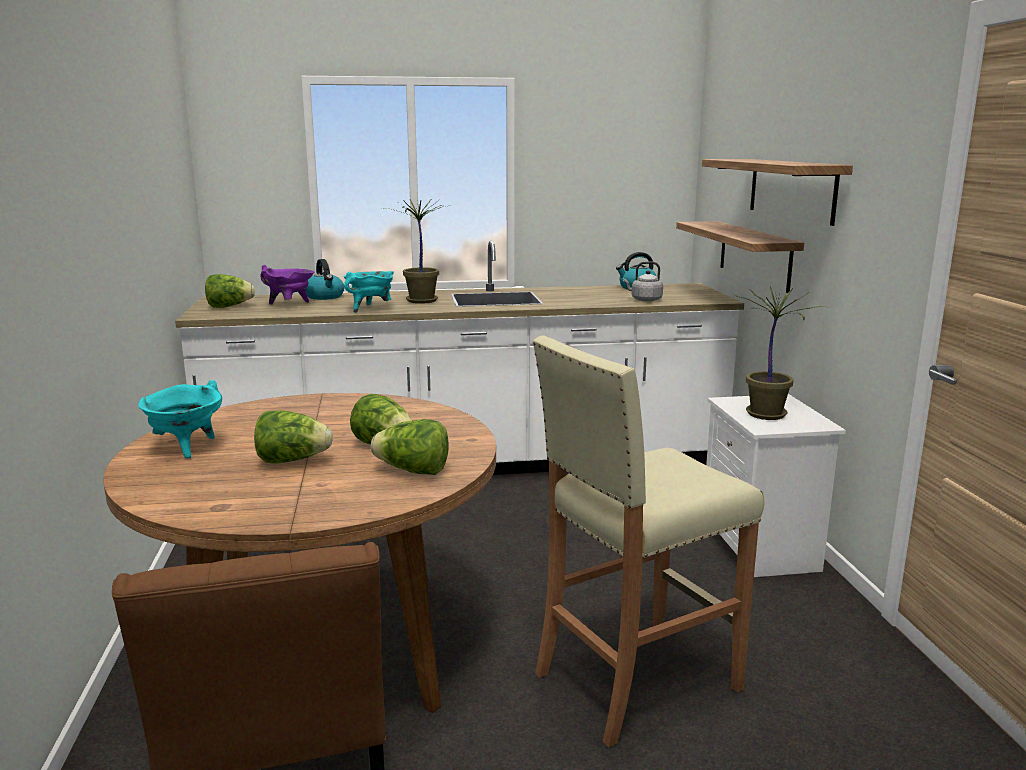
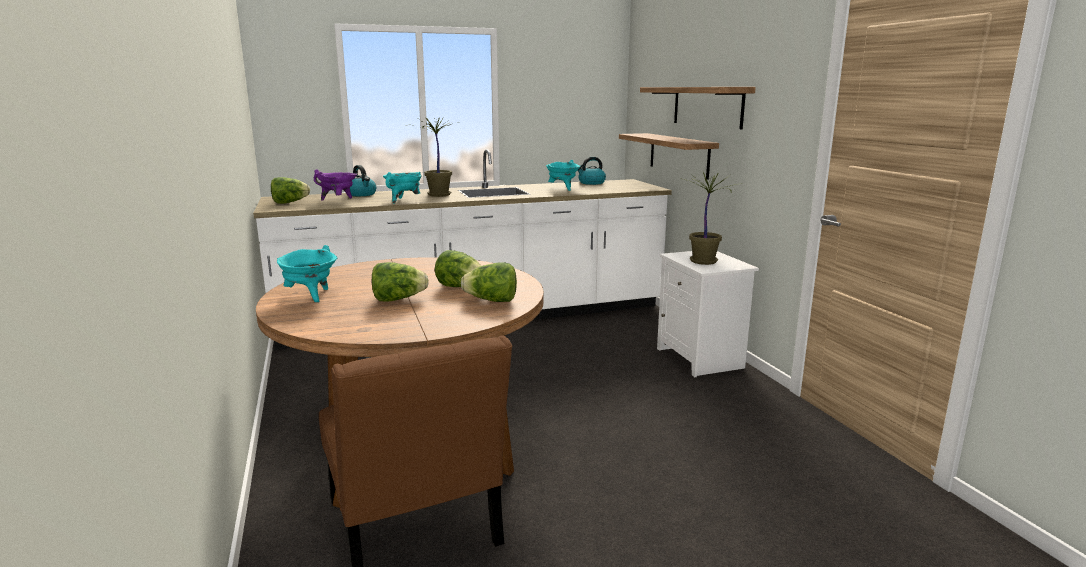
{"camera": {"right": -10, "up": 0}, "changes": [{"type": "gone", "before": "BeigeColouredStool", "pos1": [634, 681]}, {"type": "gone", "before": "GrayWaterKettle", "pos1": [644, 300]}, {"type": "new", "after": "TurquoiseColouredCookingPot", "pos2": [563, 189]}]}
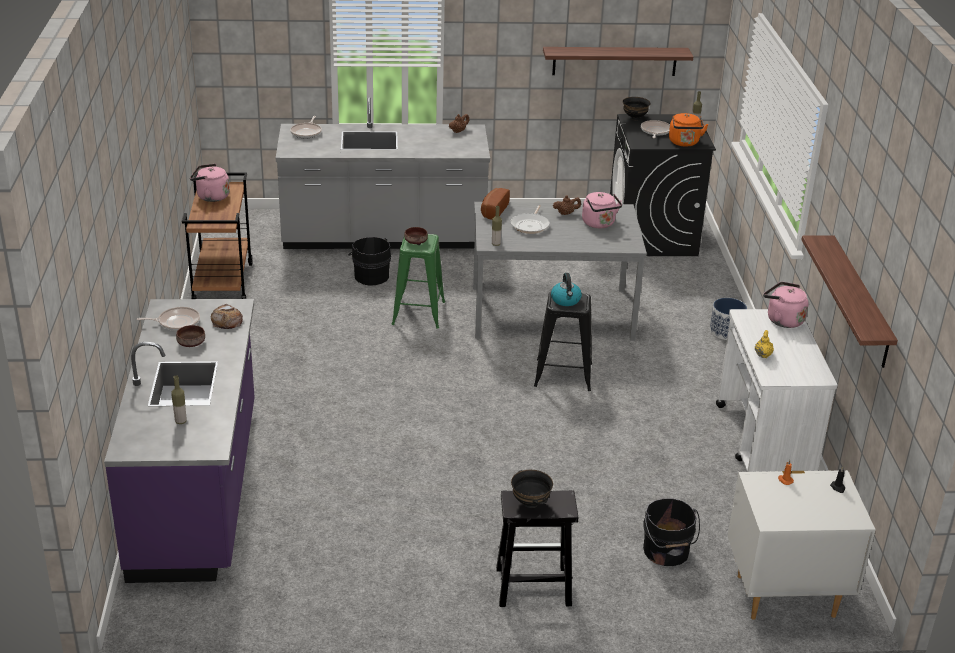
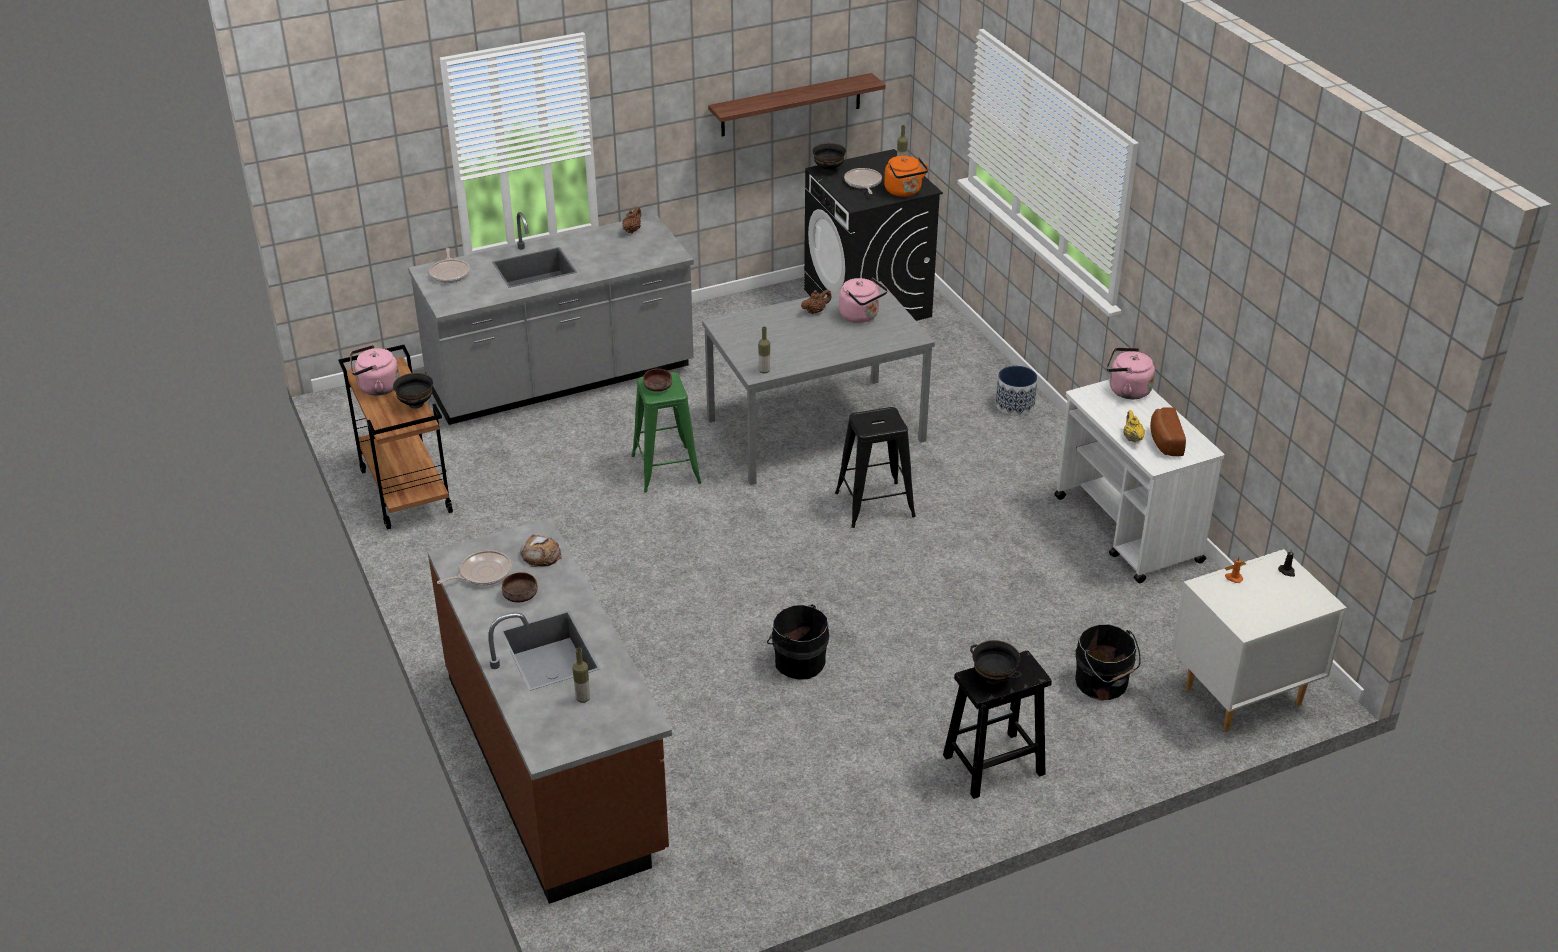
{"camera": {"right": -20, "up": 5}, "changes": [{"type": "gone", "before": "Pan", "pos1": [530, 225]}, {"type": "gone", "before": "WaterKettle", "pos1": [566, 300]}, {"type": "gone", "before": "WallShelf", "pos1": [860, 302]}, {"type": "new", "after": "BlackDeepDish", "pos2": [415, 404]}, {"type": "shifted", "before": "BlackWaterBucket", "pos1": [370, 276], "pos2": [798, 661]}, {"type": "shifted", "before": "BakeryBread", "pos1": [493, 211], "pos2": [1164, 441]}, {"type": "repainted", "before": "PurplishCounter", "after": "BrownCounter", "pos1": [198, 489], "pos2": [556, 764]}]}
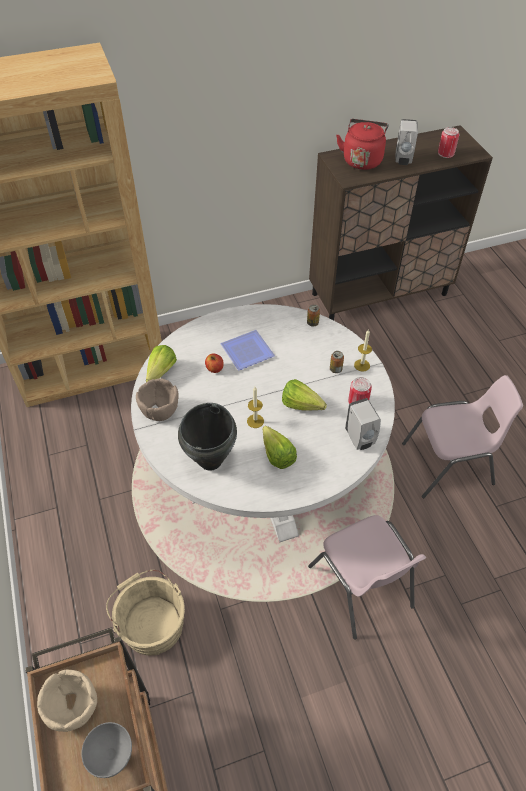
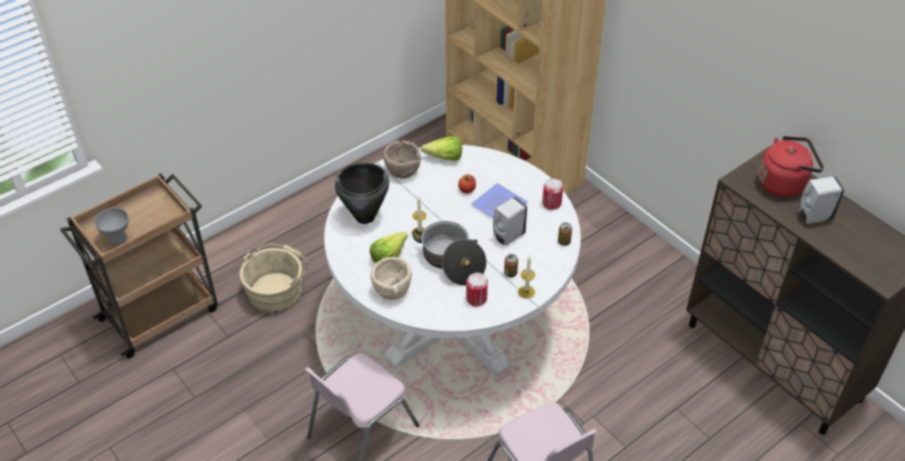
{"camera": {"right": 70, "up": -5}, "changes": [{"type": "shifted", "before": "BeigeColouredDeepDish", "pos1": [73, 707], "pos2": [392, 289]}, {"type": "shifted", "before": "WhitishSoapDispenser", "pos1": [360, 439], "pos2": [508, 237]}, {"type": "shifted", "before": "MetalCan", "pos1": [446, 153], "pos2": [551, 203]}, {"type": "swapped", "before": "Lettuce", "after": "CookingPot", "pos1": [304, 407], "pos2": [451, 261]}]}
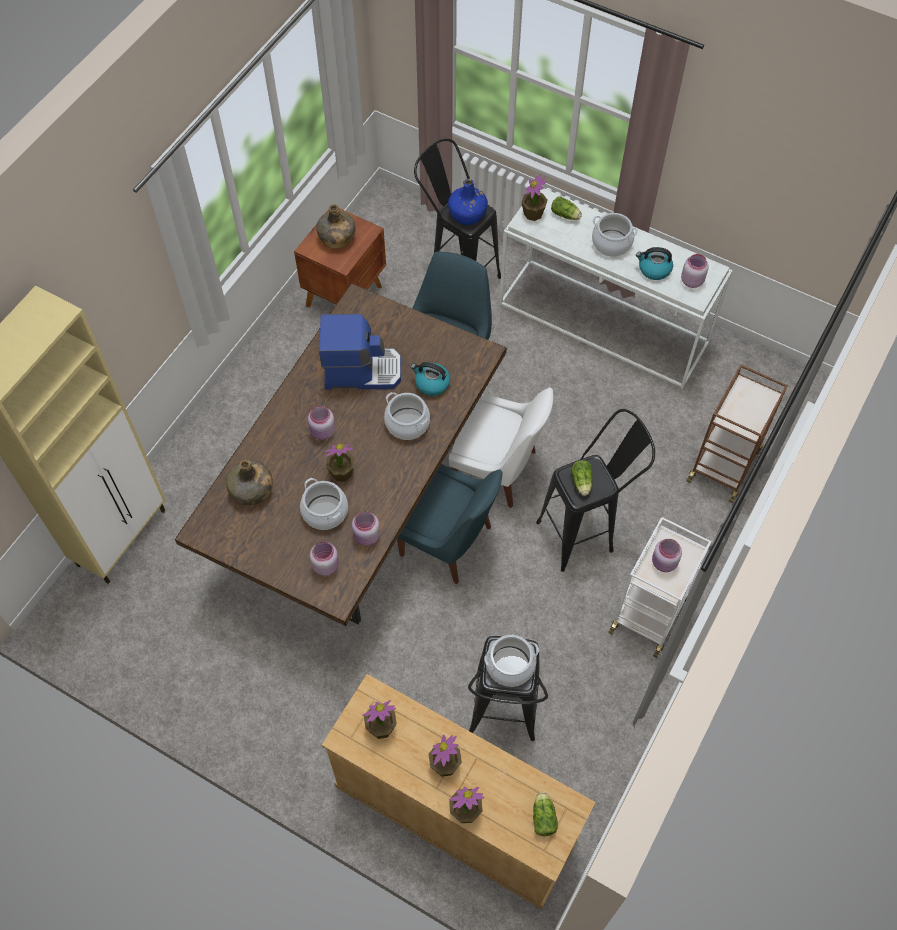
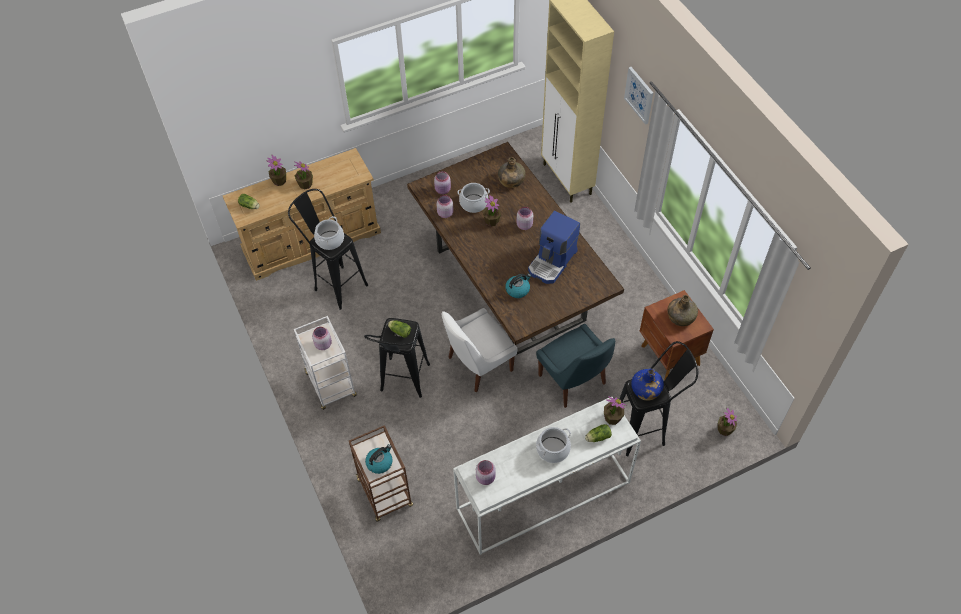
{"camera": {"right": 125, "up": -5}, "changes": [{"type": "gone", "before": "CookingPot", "pos1": [407, 423]}, {"type": "gone", "before": "BlueChair", "pos1": [449, 543]}, {"type": "new", "after": "WallArt", "pos2": [639, 95]}, {"type": "shifted", "before": "PlantInAPot", "pos1": [381, 727], "pos2": [724, 429]}, {"type": "shifted", "before": "WaterKettle", "pos1": [654, 269], "pos2": [379, 462]}]}
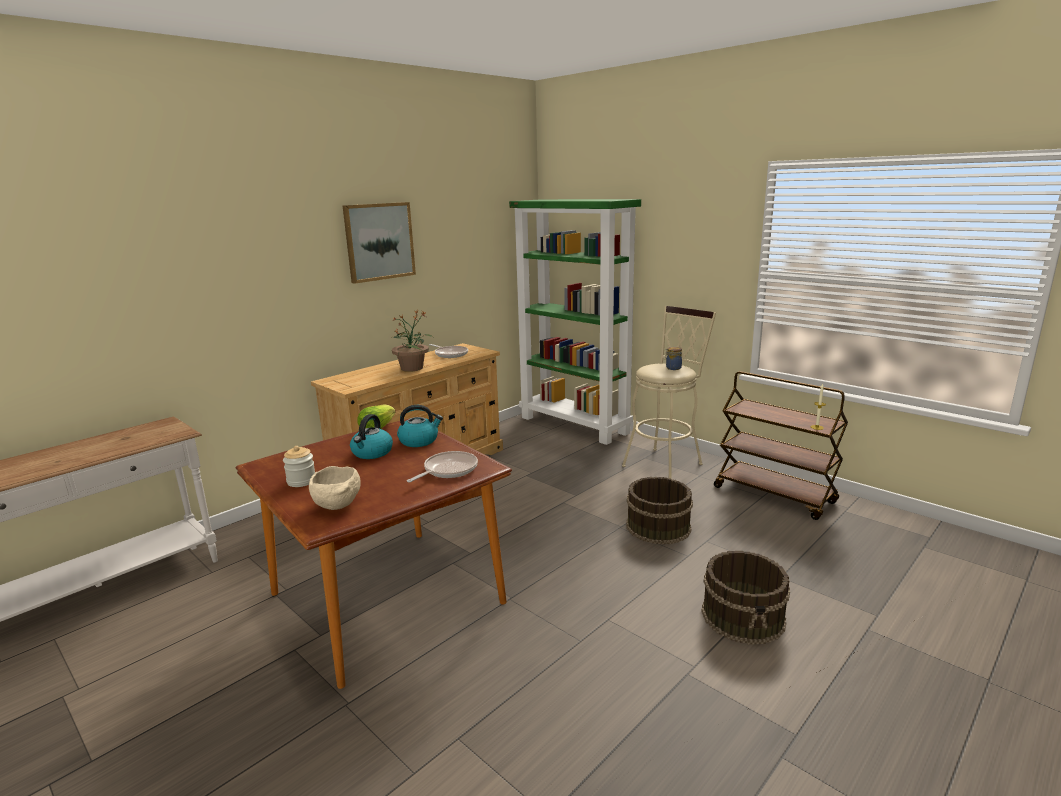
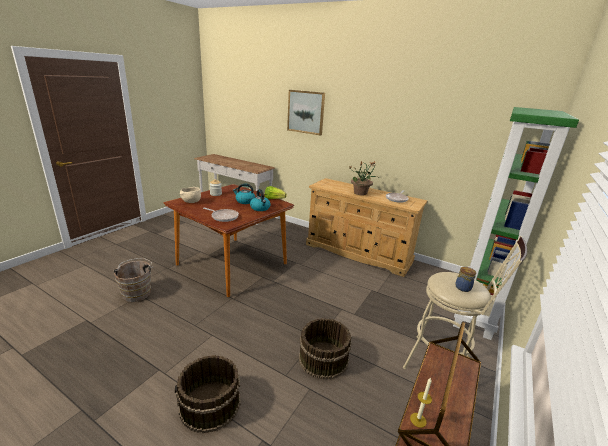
{"camera": {"right": 75, "up": 5}, "changes": [{"type": "new", "after": "BrownWaterBucket", "pos2": [137, 293]}, {"type": "shifted", "before": "WallArt", "pos1": [379, 241], "pos2": [306, 112]}]}
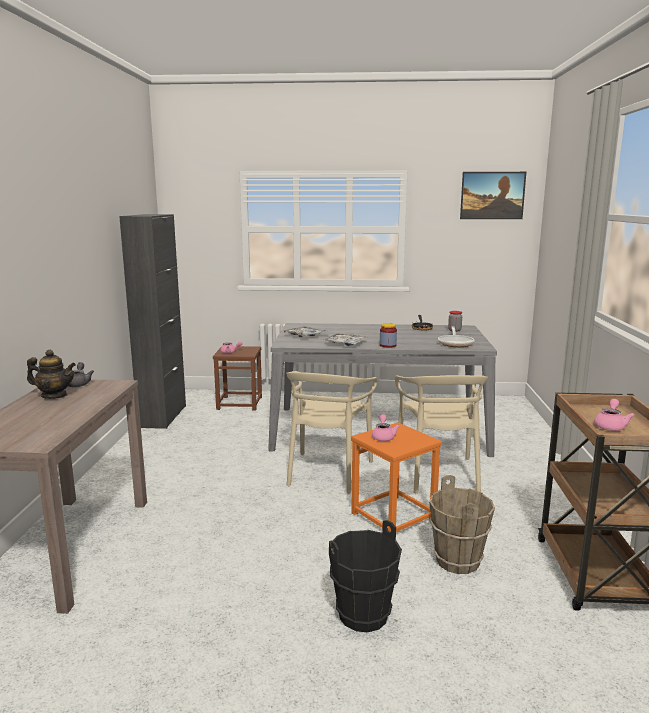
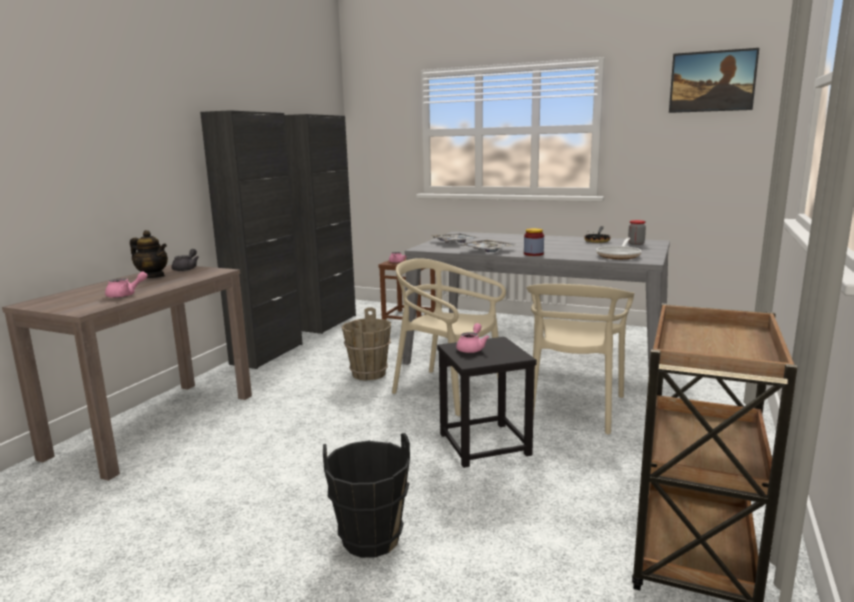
{"camera": {"right": 20, "up": 0}, "changes": [{"type": "new", "after": "BlackCupboard", "pos2": [267, 354]}, {"type": "shifted", "before": "BrownWaterBucket", "pos1": [458, 561], "pos2": [369, 374]}, {"type": "shifted", "before": "PinkishTeaPot", "pos1": [610, 426], "pos2": [126, 295]}, {"type": "repainted", "before": "OrangeStool", "after": "BlackStool", "pos1": [393, 516], "pos2": [484, 445]}, {"type": "rotated", "before": "BeigeColouredChair", "pos1": [328, 472], "pos2": [447, 391], "turn": 90}]}
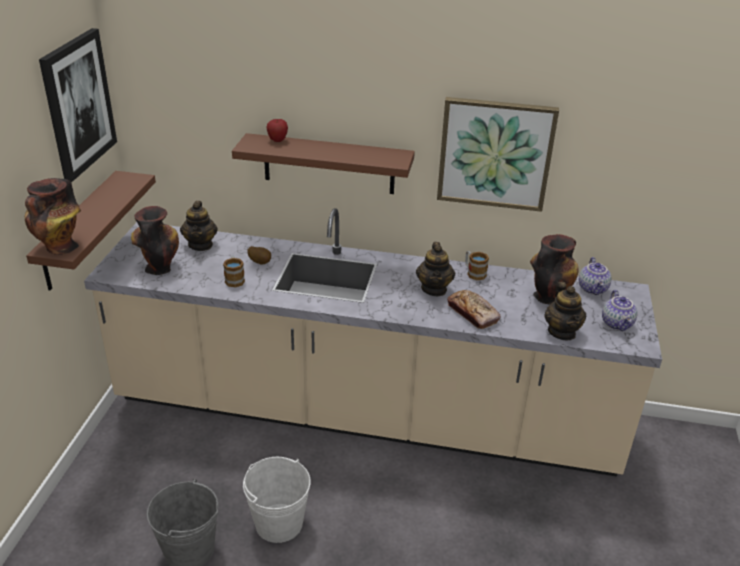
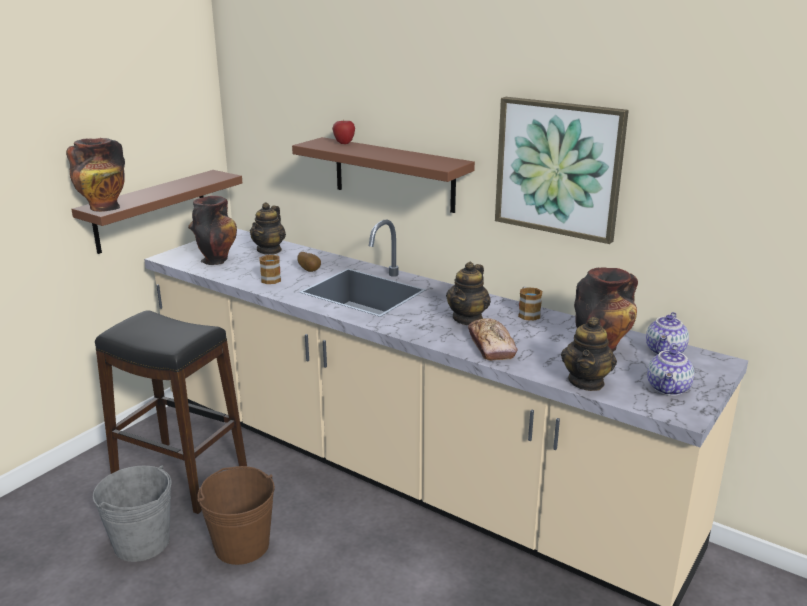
{"camera": {"right": 25, "up": -10}, "changes": [{"type": "gone", "before": "WallArt", "pos1": [78, 104]}, {"type": "new", "after": "BlackStool", "pos2": [181, 476]}, {"type": "repainted", "before": "WhitishWaterBucket", "after": "BrownWaterBucket", "pos1": [279, 523], "pos2": [242, 545]}]}
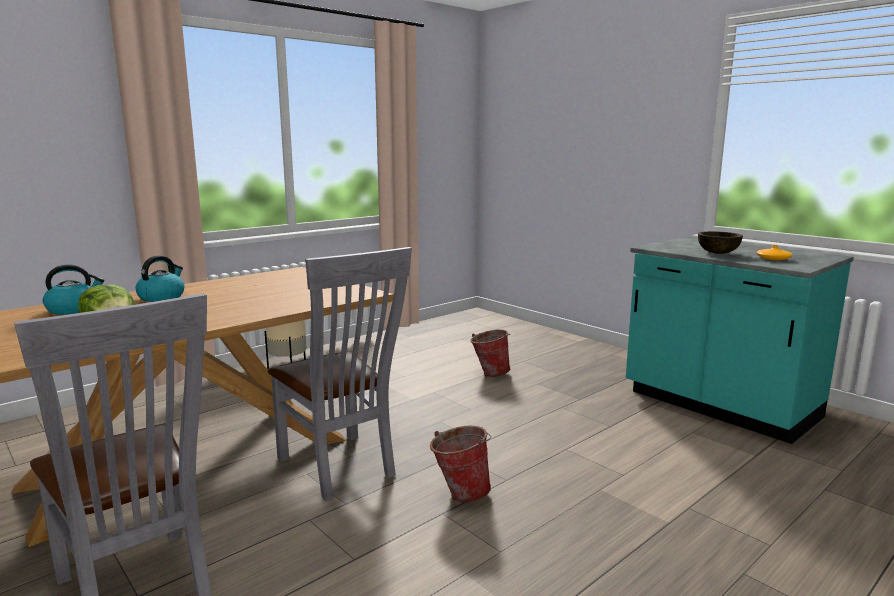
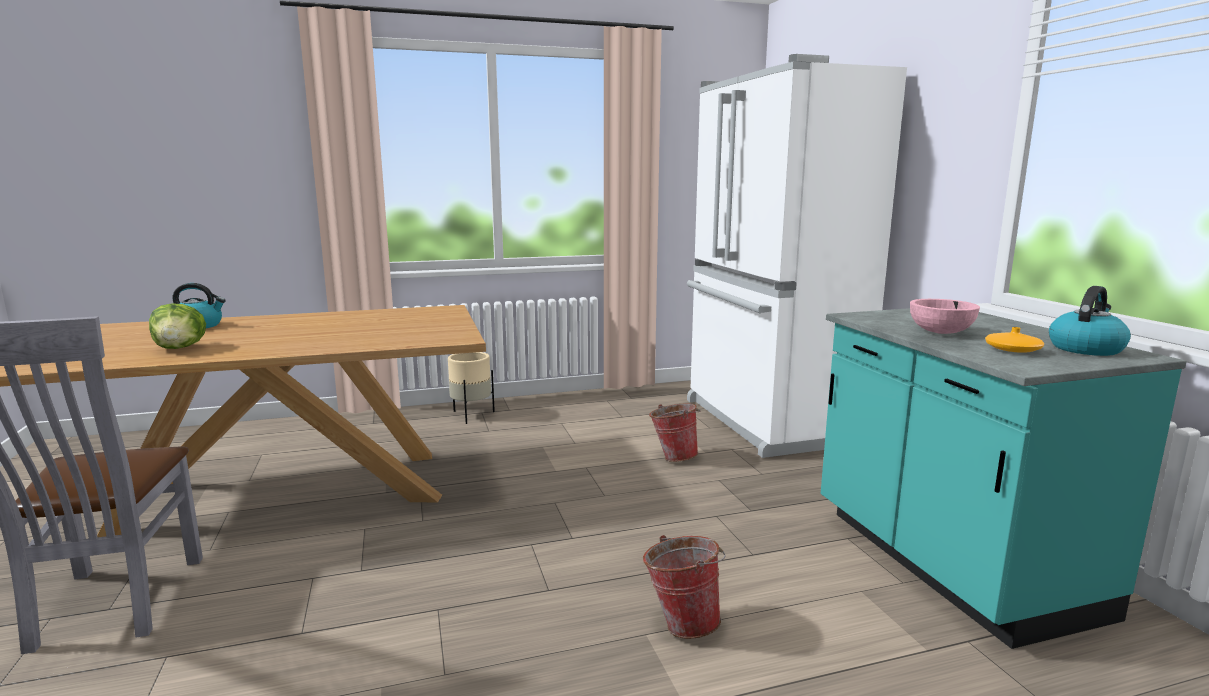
{"camera": {"right": 25, "up": 0}, "changes": [{"type": "gone", "before": "GrayChair", "pos1": [341, 469]}, {"type": "new", "after": "WhitishKitchenFridge", "pos2": [766, 422]}, {"type": "shifted", "before": "WaterKettle", "pos1": [162, 297], "pos2": [1085, 348]}, {"type": "shifted", "before": "WaterBucket", "pos1": [460, 493], "pos2": [682, 622]}, {"type": "repainted", "before": "BrownDeepDish", "after": "PinkishDeepDish", "pos1": [718, 253], "pos2": [941, 332]}]}
